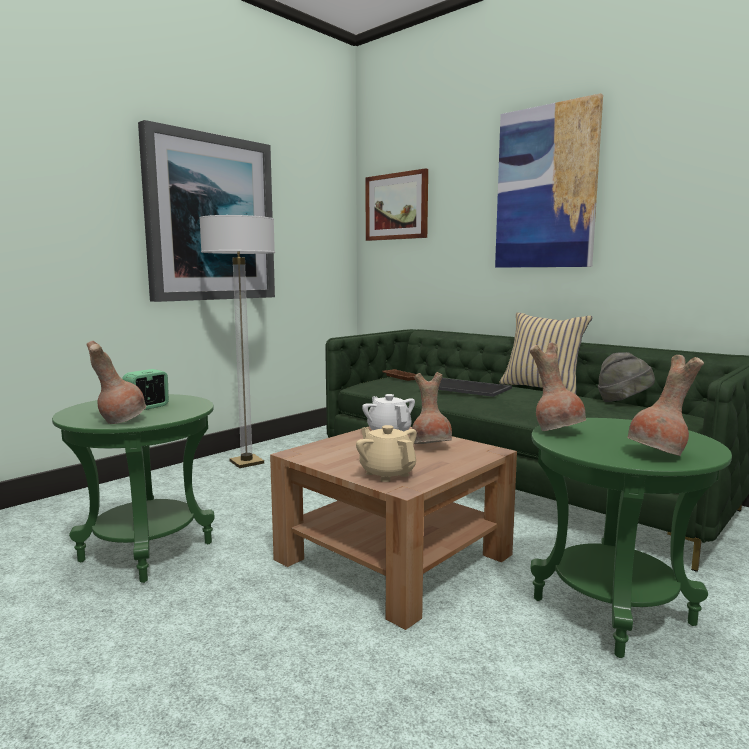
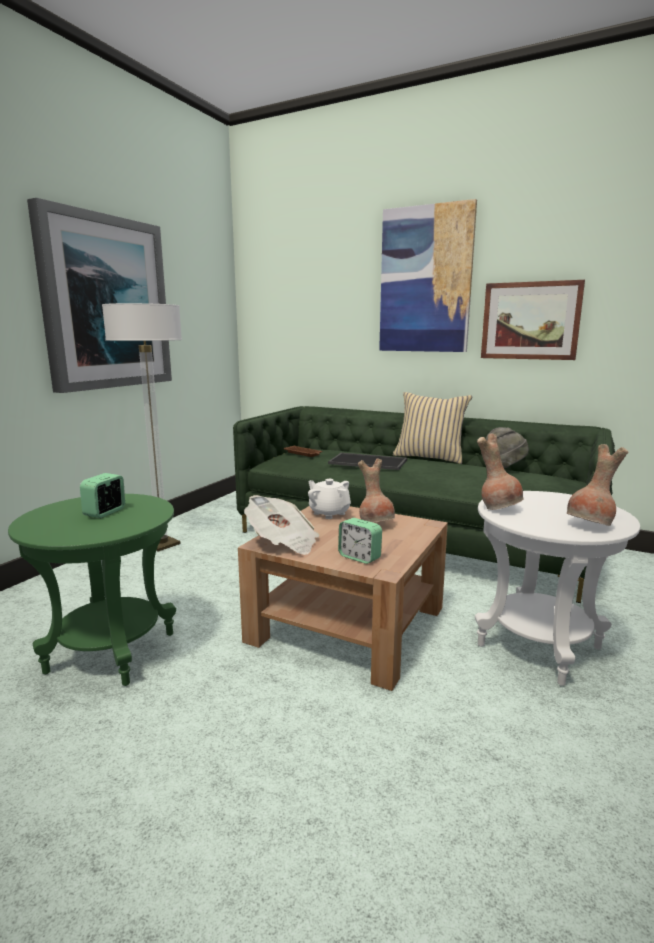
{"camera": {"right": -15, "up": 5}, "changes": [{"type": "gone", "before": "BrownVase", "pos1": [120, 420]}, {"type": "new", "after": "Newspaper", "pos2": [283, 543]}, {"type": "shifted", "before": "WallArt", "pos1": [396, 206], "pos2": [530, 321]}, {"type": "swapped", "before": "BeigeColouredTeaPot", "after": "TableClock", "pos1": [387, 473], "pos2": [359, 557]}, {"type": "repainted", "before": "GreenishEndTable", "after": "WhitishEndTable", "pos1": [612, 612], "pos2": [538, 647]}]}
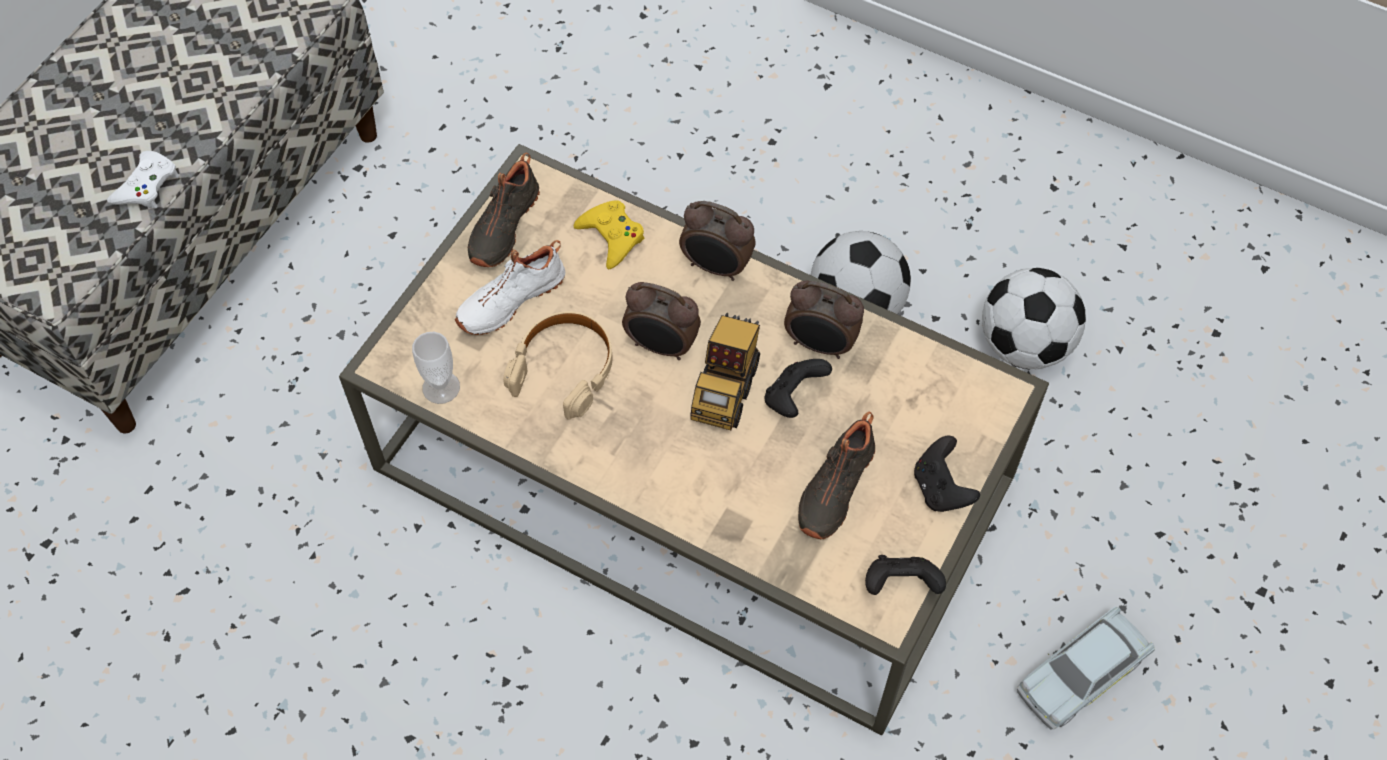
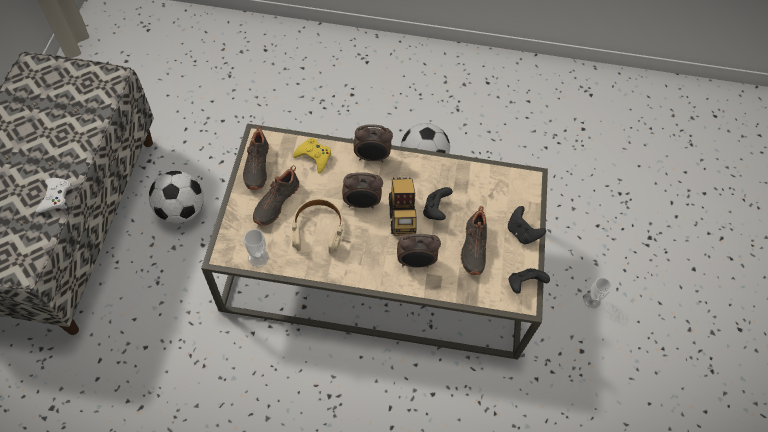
{"camera": {"right": -25, "up": 0}, "changes": [{"type": "shifted", "before": "TableClock", "pos1": [820, 345], "pos2": [415, 262]}, {"type": "shifted", "before": "Football", "pos1": [1025, 345], "pos2": [182, 210]}, {"type": "swapped", "before": "WhitishMiniatureCar", "after": "Cup", "pos1": [1082, 674], "pos2": [592, 300]}, {"type": "repainted", "before": "WhitishLowShoe", "after": "BlackLowShoe", "pos1": [509, 298], "pos2": [275, 202]}]}
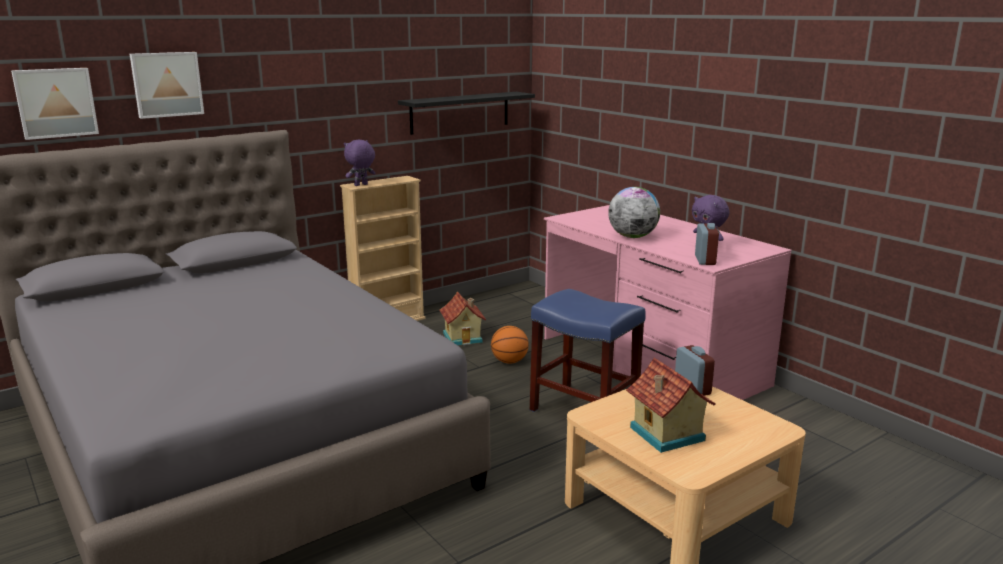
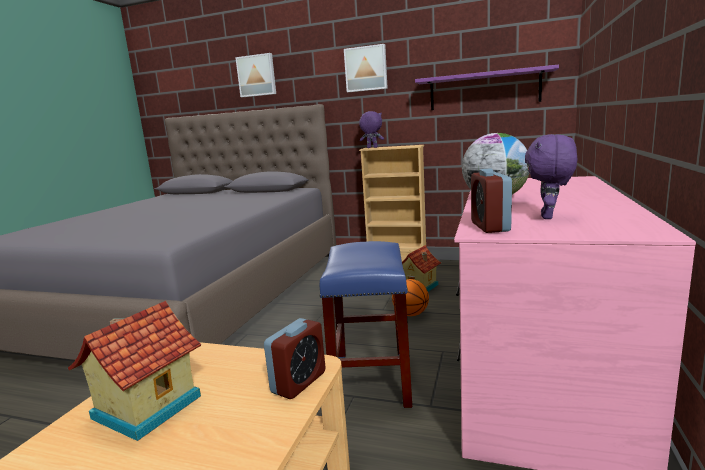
{"camera": {"right": 55, "up": -5}, "changes": [{"type": "shifted", "before": "WallArt", "pos1": [55, 102], "pos2": [366, 69]}, {"type": "repainted", "before": "BlackWallShelf", "after": "PurplishWallShelf", "pos1": [460, 112], "pos2": [484, 90]}, {"type": "rotated", "before": "TableClock", "pos1": [705, 260], "pos2": [490, 227], "turn": 120}]}
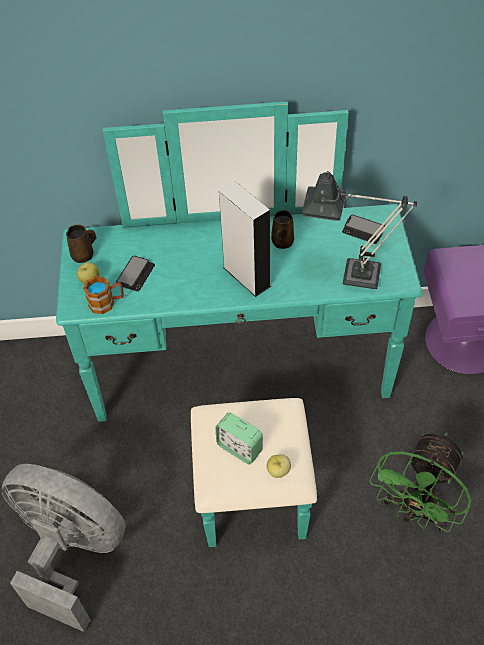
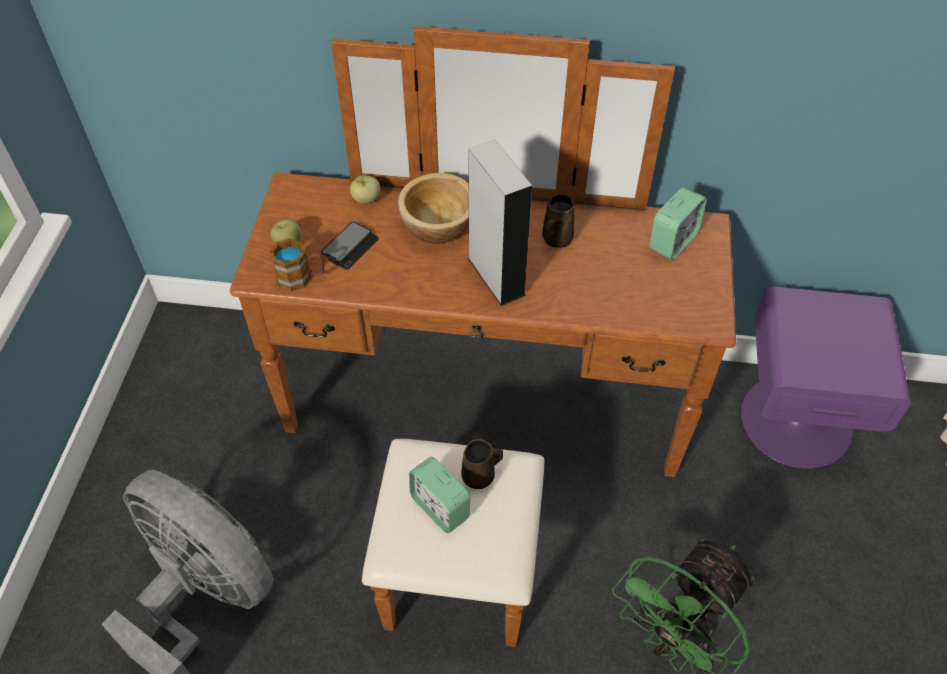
{"camera": {"right": 10, "up": 0}, "changes": [{"type": "gone", "before": "TabletopLamp", "pos1": [351, 274]}, {"type": "new", "after": "DeepDish", "pos2": [439, 225]}, {"type": "shifted", "before": "BrownTeaMug", "pos1": [84, 255], "pos2": [480, 476]}, {"type": "shifted", "before": "AppleFruit", "pos1": [278, 471], "pos2": [366, 199]}, {"type": "swapped", "before": "Handset", "after": "TableClock", "pos1": [363, 230], "pos2": [673, 242]}, {"type": "repainted", "before": "TurquoiseColouredDresser", "after": "BrownDresser", "pos1": [245, 396], "pos2": [481, 436]}]}
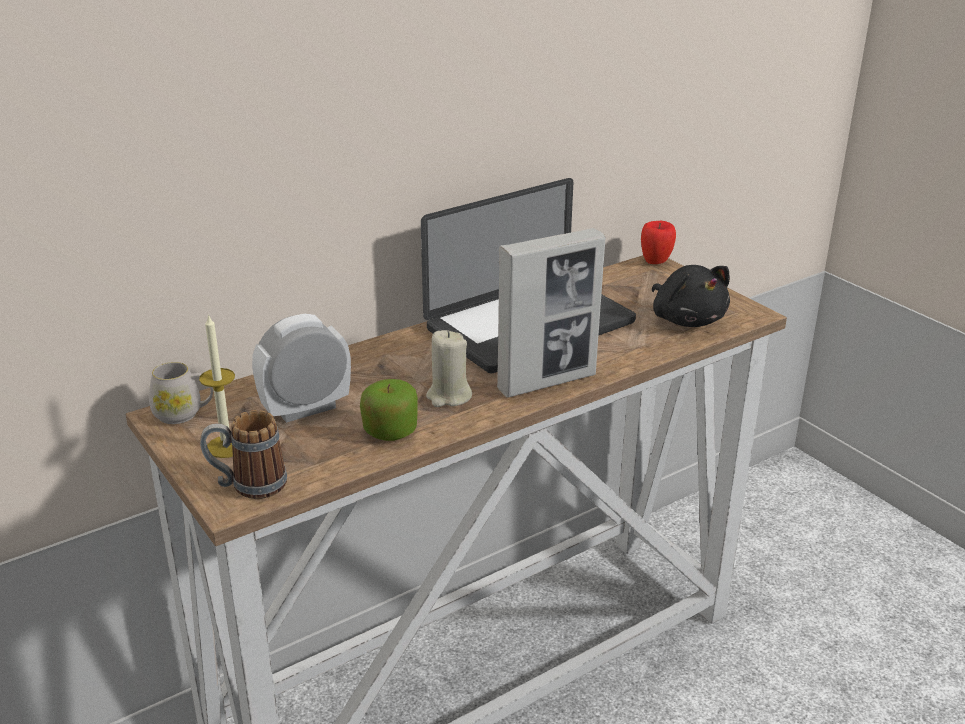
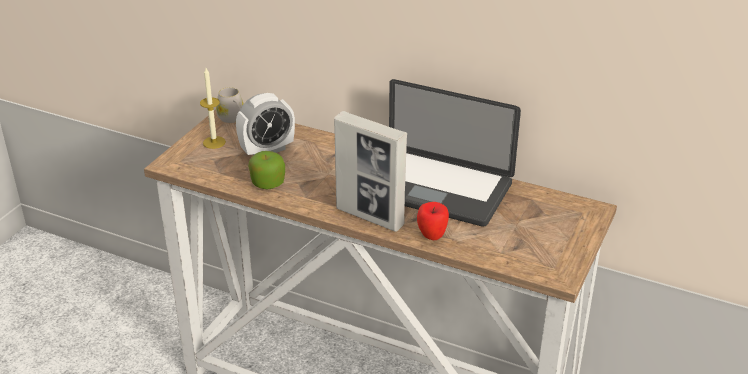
{"camera": {"right": 60, "up": 5}, "changes": [{"type": "gone", "before": "TeaMug", "pos1": [248, 485]}, {"type": "gone", "before": "BeigeColouredWaxLight", "pos1": [448, 396]}, {"type": "gone", "before": "BlackPlushToy", "pos1": [687, 319]}, {"type": "shifted", "before": "AppleFruit", "pos1": [655, 262], "pos2": [432, 237]}, {"type": "rotated", "before": "TableClock", "pos1": [306, 409], "pos2": [267, 150], "turn": 120}]}
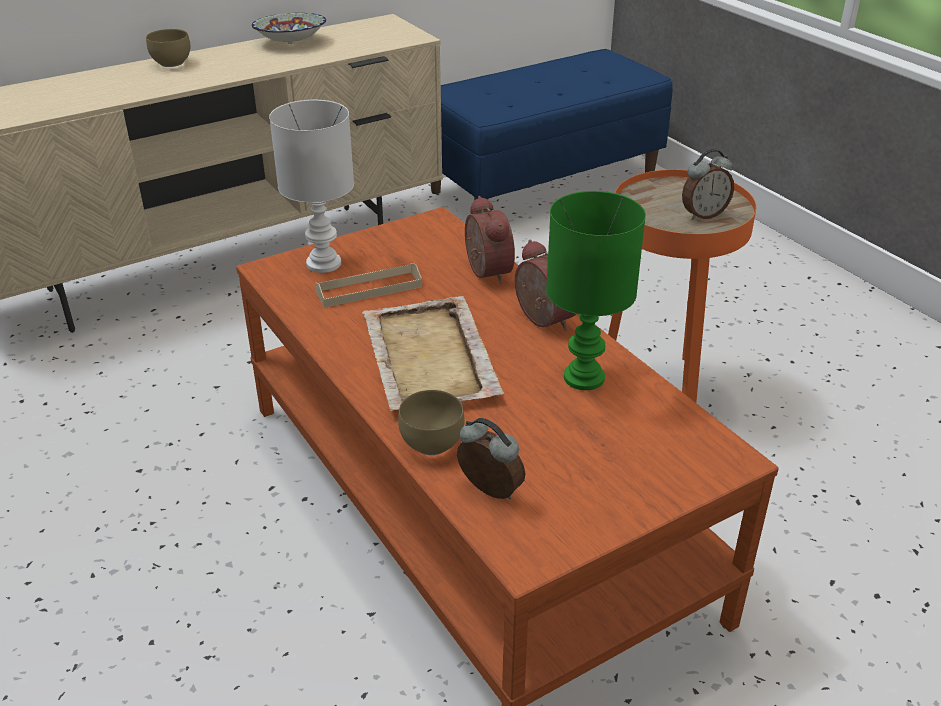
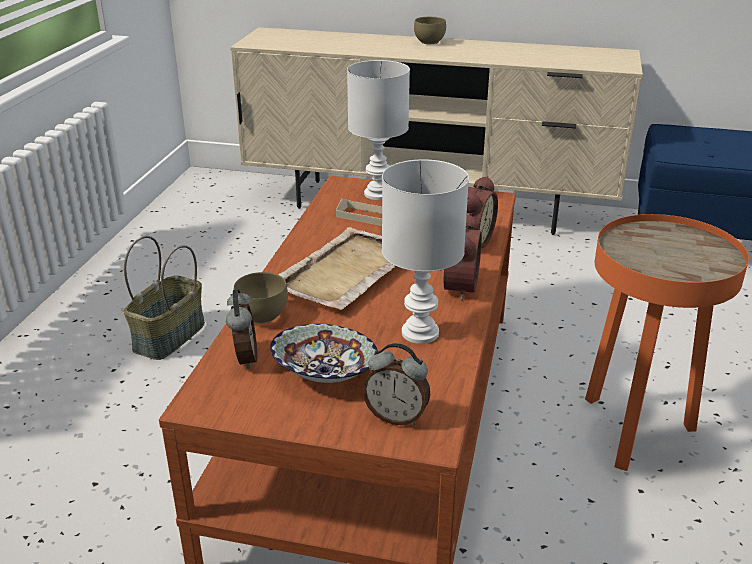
{"camera": {"right": 45, "up": -5}, "changes": [{"type": "new", "after": "StorageBasket", "pos2": [170, 337]}, {"type": "shifted", "before": "DeepDish", "pos1": [291, 42], "pos2": [324, 375]}, {"type": "shifted", "before": "TableClock", "pos1": [703, 215], "pos2": [396, 416]}, {"type": "repainted", "before": "GreenishTabletopLamp", "after": "WhitishTabletopLamp", "pos1": [585, 379], "pos2": [419, 334]}]}
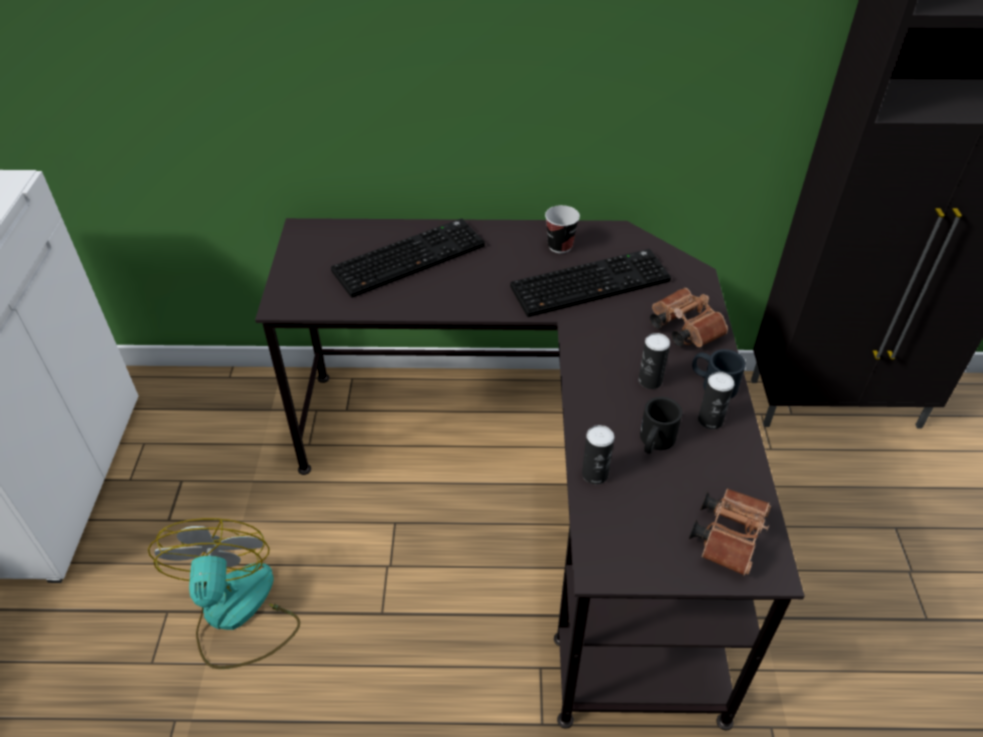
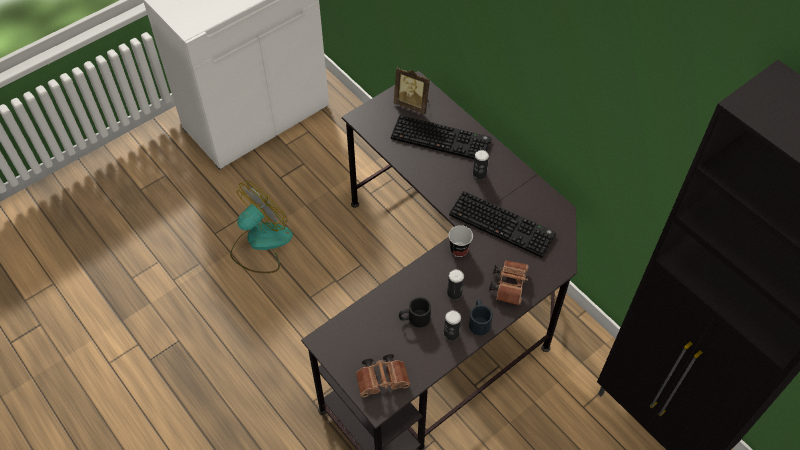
{"camera": {"right": 50, "up": 10}, "changes": [{"type": "new", "after": "PhotoFrame", "pos2": [413, 104]}, {"type": "shifted", "before": "Cup", "pos1": [560, 246], "pos2": [459, 250]}, {"type": "shifted", "before": "MetalCan", "pos1": [595, 474], "pos2": [479, 174]}]}
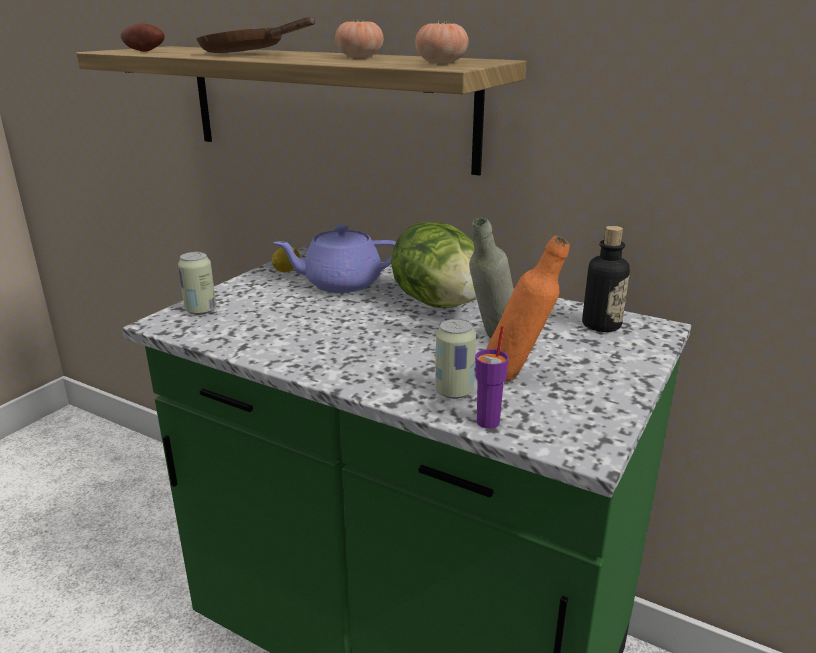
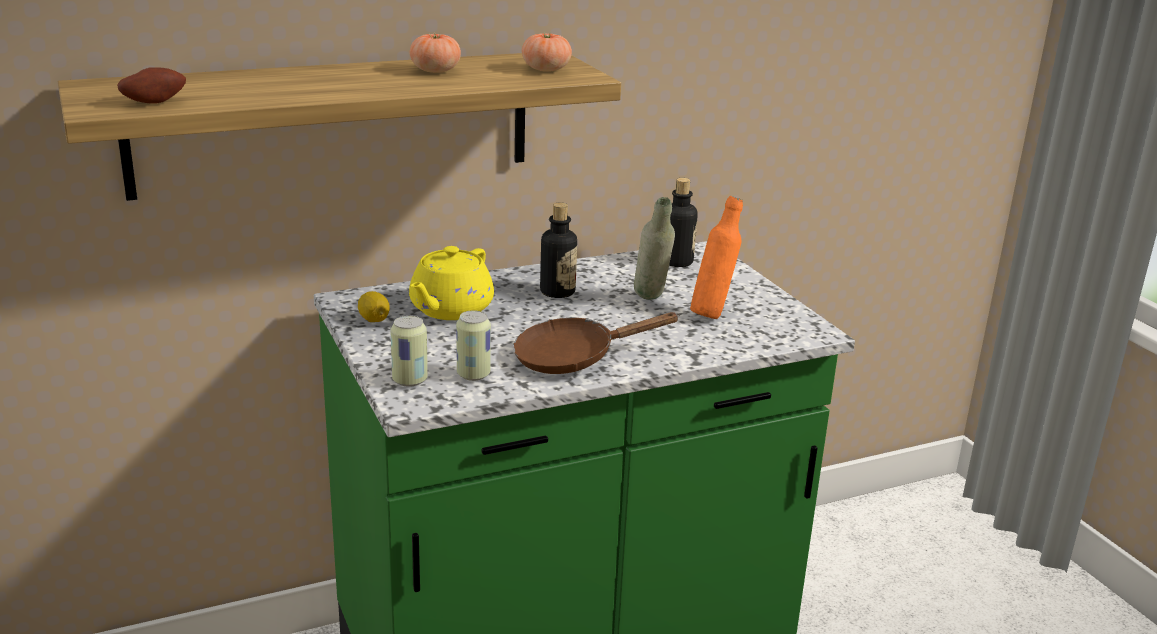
{"camera": {"right": -55, "up": 0}, "changes": [{"type": "gone", "before": "PurplishCup", "pos1": [489, 422]}, {"type": "shifted", "before": "BrownPan", "pos1": [249, 54], "pos2": [574, 358]}, {"type": "shifted", "before": "MetalCan", "pos1": [454, 391], "pos2": [473, 374]}, {"type": "swapped", "before": "Lettuce", "after": "Bottle", "pos1": [438, 304], "pos2": [557, 292]}, {"type": "repainted", "before": "PurplishTeaPot", "after": "YellowTeaPot", "pos1": [340, 284], "pos2": [450, 309]}]}
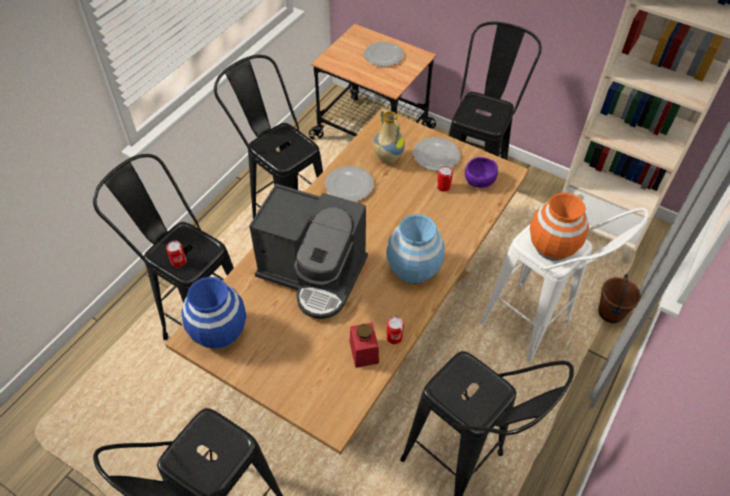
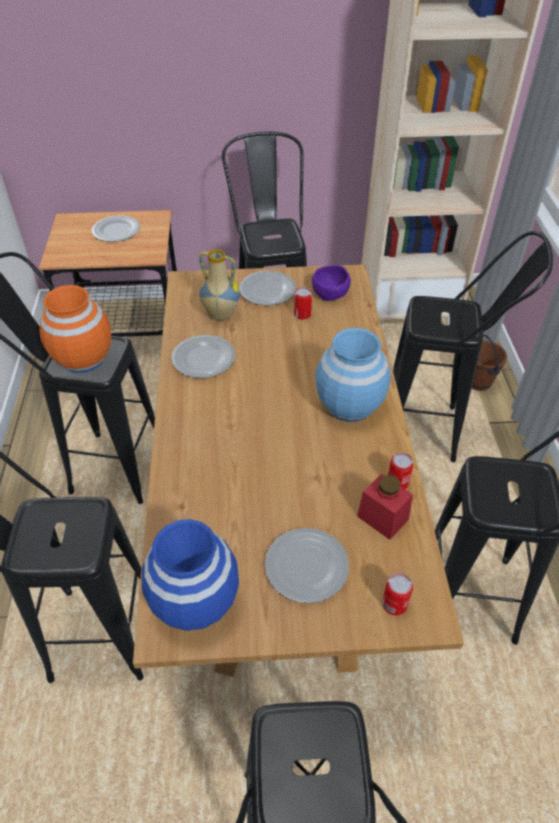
{"camera": {"right": -35, "up": -5}, "changes": [{"type": "gone", "before": "CoffeeMaker", "pos1": [313, 274]}, {"type": "new", "after": "DinnerPlate", "pos2": [308, 566]}, {"type": "shifted", "before": "MetalCan", "pos1": [178, 261], "pos2": [394, 604]}, {"type": "shifted", "before": "OrangeVase", "pos1": [552, 246], "pos2": [83, 358]}, {"type": "repainted", "before": "WhitishStool", "after": "BlackStool", "pos1": [535, 331], "pos2": [434, 432]}]}
